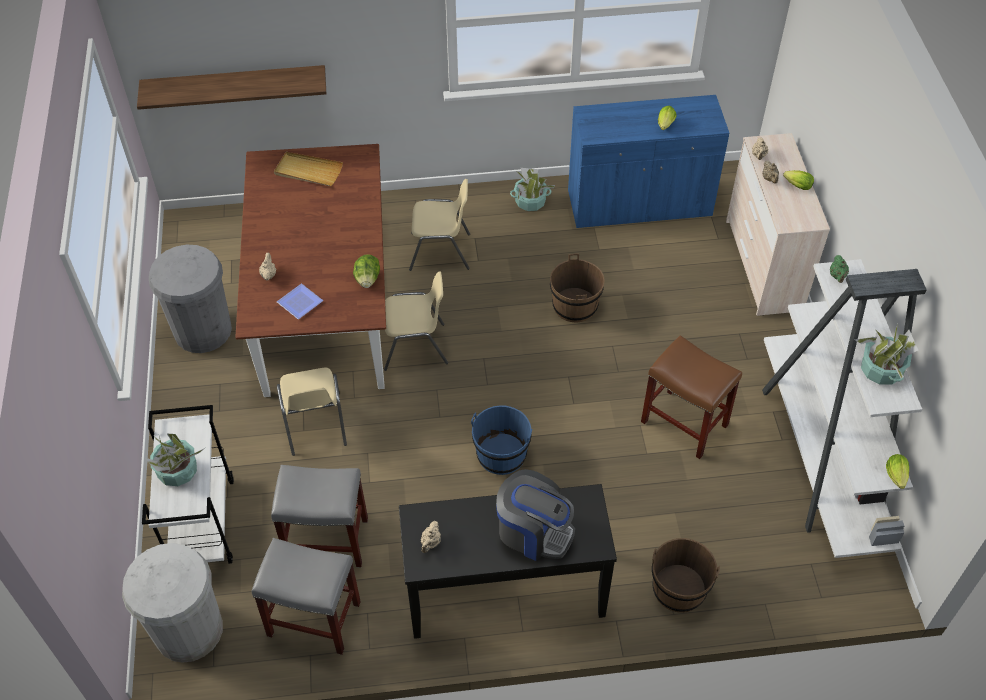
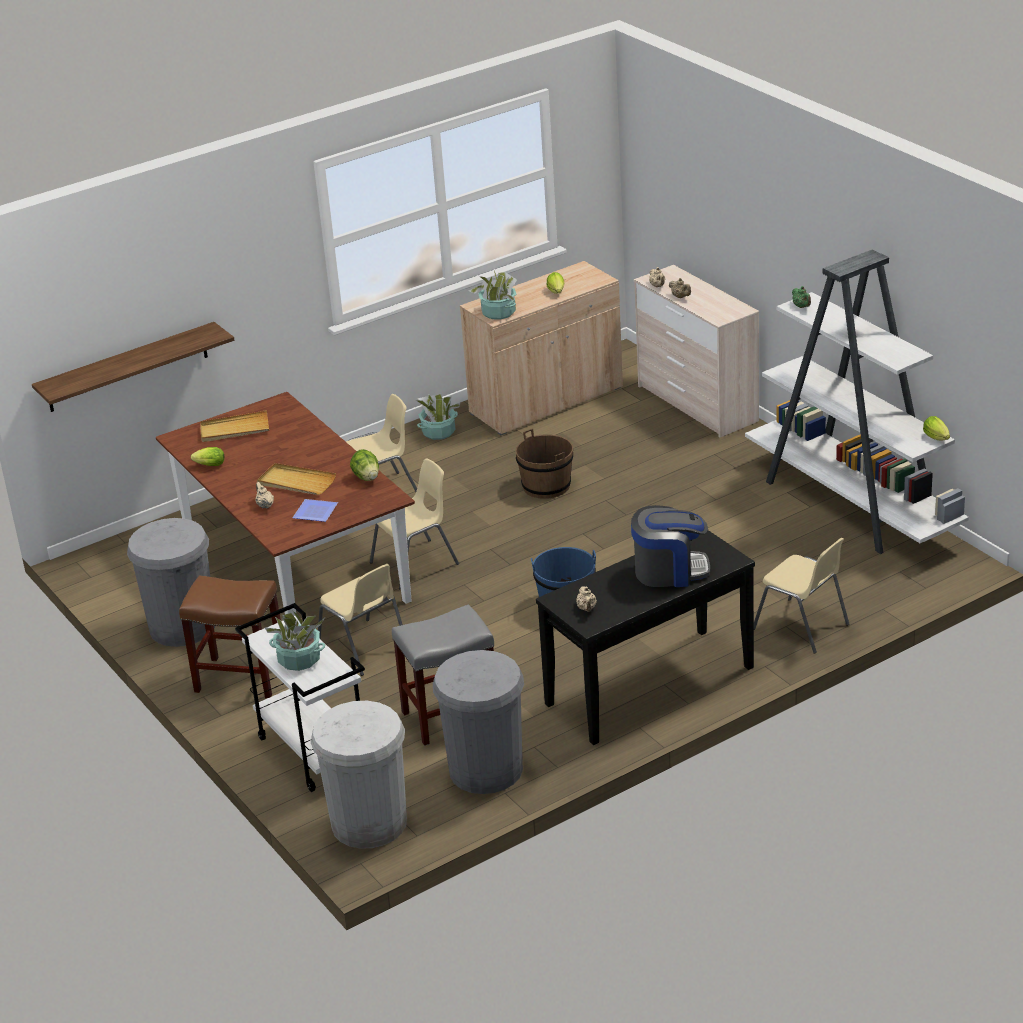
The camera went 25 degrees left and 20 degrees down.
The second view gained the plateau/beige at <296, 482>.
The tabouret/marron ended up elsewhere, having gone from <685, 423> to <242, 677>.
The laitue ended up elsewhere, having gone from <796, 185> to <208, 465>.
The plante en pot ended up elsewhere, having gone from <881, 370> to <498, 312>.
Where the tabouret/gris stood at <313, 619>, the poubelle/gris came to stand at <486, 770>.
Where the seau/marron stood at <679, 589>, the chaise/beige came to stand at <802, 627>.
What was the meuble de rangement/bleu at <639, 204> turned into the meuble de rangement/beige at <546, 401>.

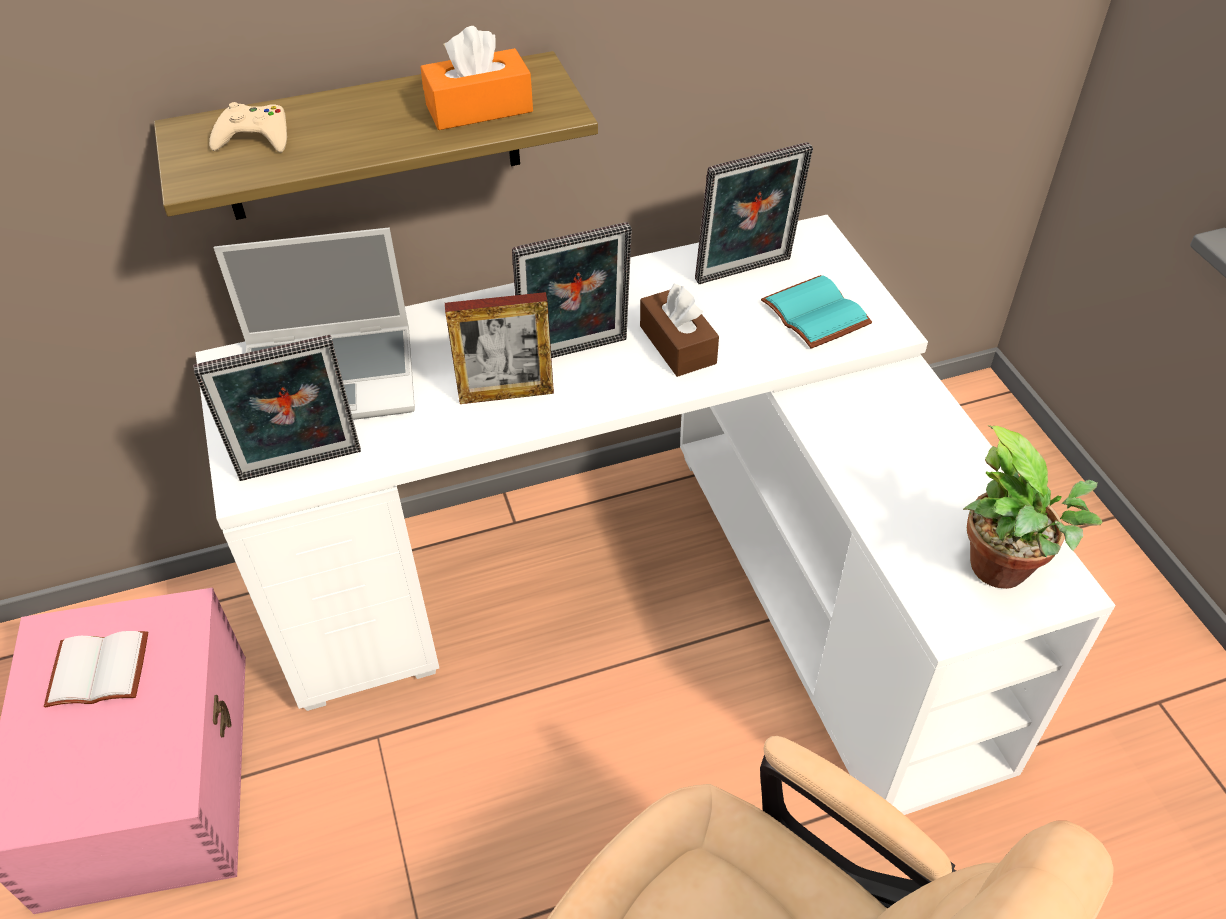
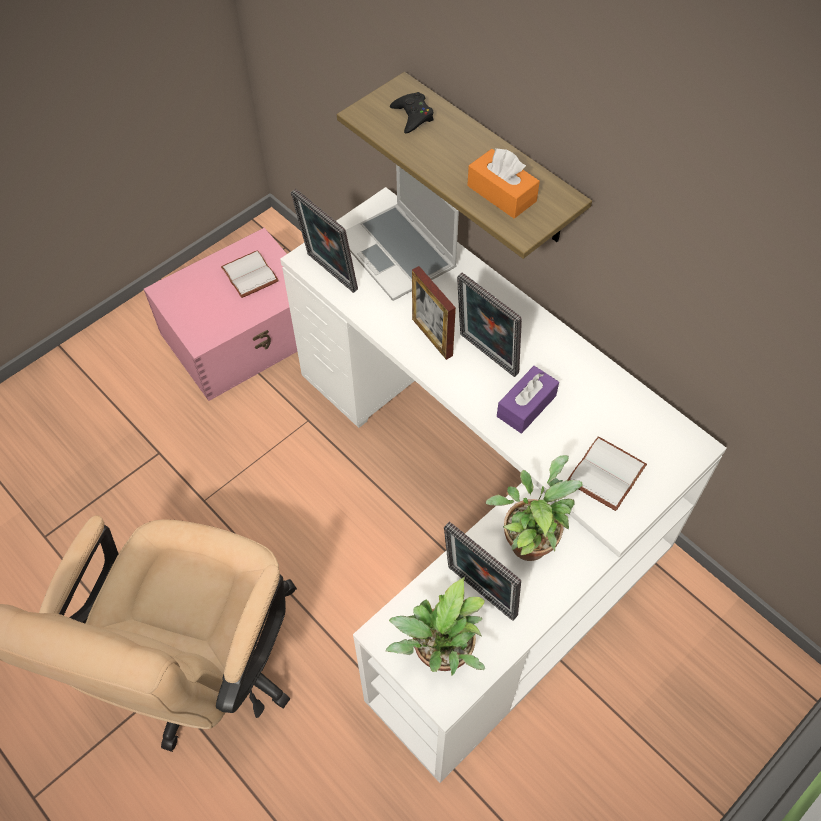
The camera went 65 degrees right and 10 degrees up.
The second view gained the plante en pot at <529, 539>.
The cadre photo ended up elsewhere, having gone from <746, 273> to <478, 595>.
What was the manette/beige at <255, 137> turned into the manette/noir at <412, 116>.
What was the boîte à mouchoirs/marron at <677, 345> turned into the boîte à mouchoirs/violet at <526, 406>.
What was the livre/turquoise at <818, 313> turned into the livre/blanc at <607, 476>.

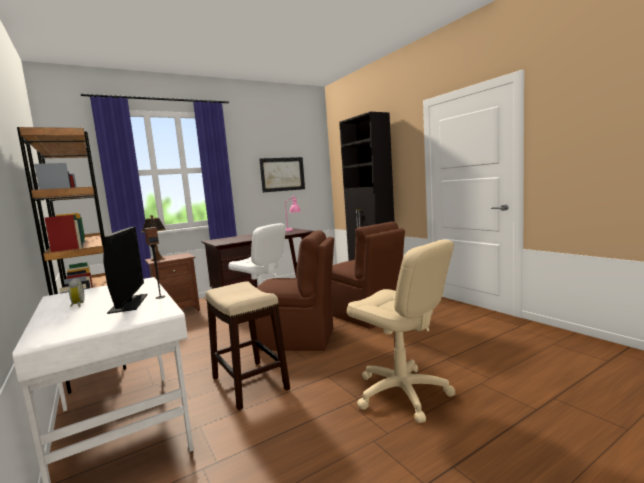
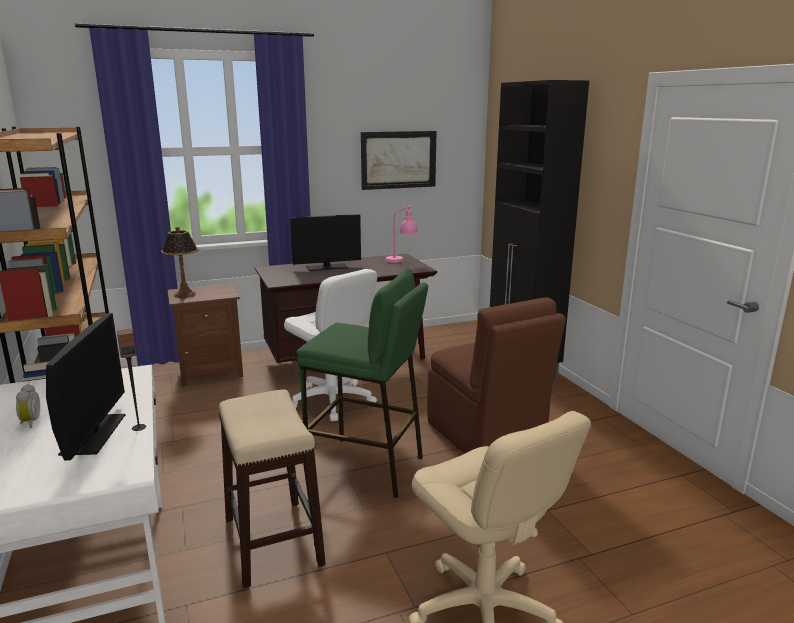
The camera went 10 degrees right and 10 degrees up.
The second view gained the écran d'ordinateur at <327, 267>.
Where the chaise/marron stood at <297, 339>, the tabouret/vert came to stand at <366, 467>.

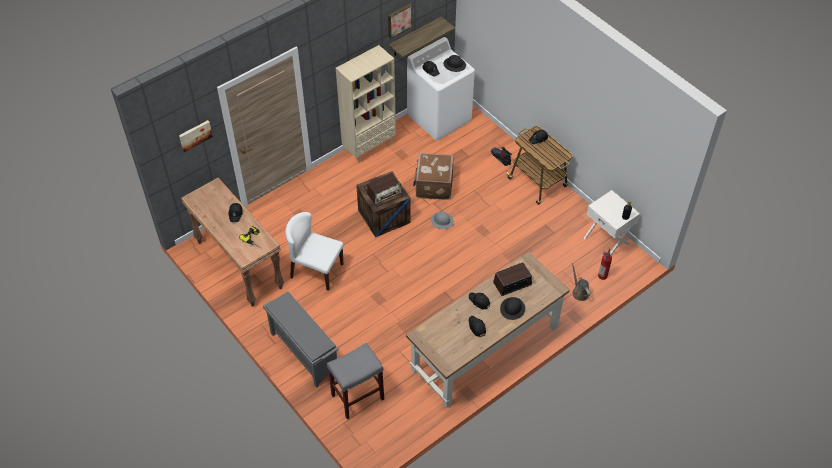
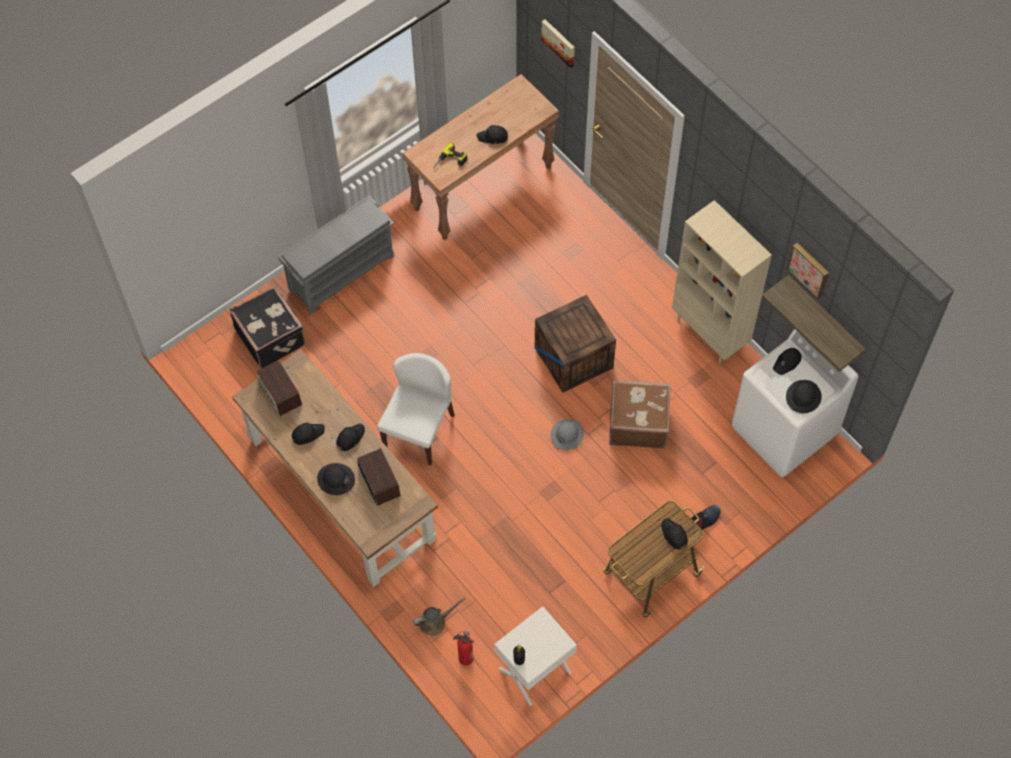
The camera went 90 degrees right and 10 degrees up.
The chaise/blanc ended up elsewhere, having gone from <316, 270> to <418, 430>.
The radio ended up elsewhere, having gone from <384, 193> to <280, 393>.
Where the tabouret/gris stood at <357, 398>, the valise/noir came to stand at <271, 336>.

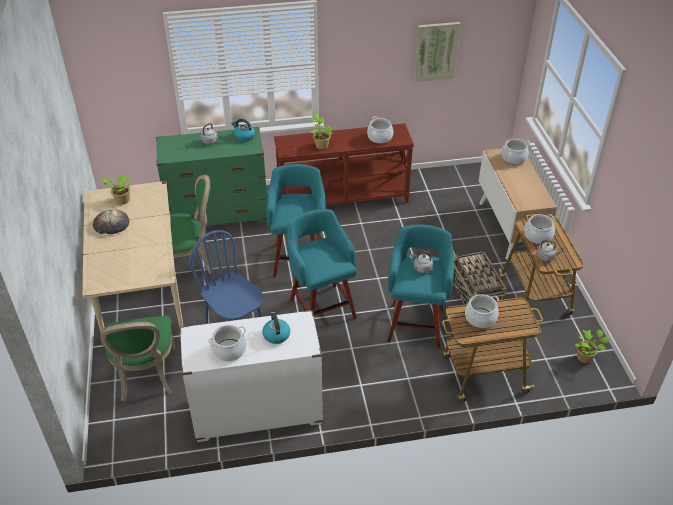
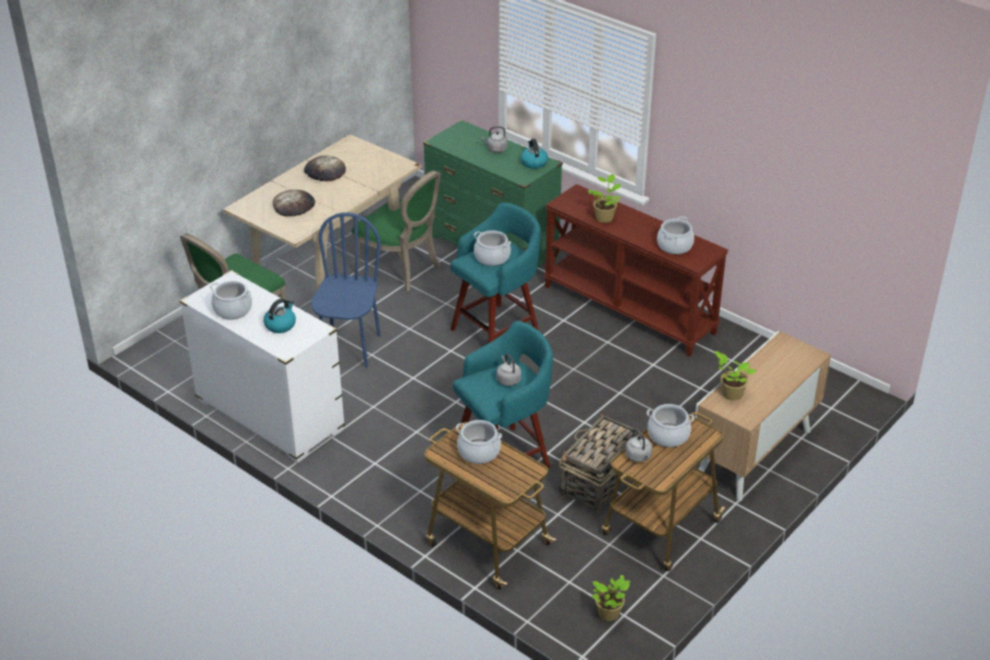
The camera went 50 degrees right and 5 degrees down.
The second view lost the tabouret/turquoise at <322, 307>.
The second view lost the tableau at <436, 51>.
The second view gained the pain at <294, 205>.
The plante en pot ended up elsewhere, having gone from <121, 201> to <730, 394>.
The marmite ended up elsewhere, having gone from <514, 158> to <492, 258>.

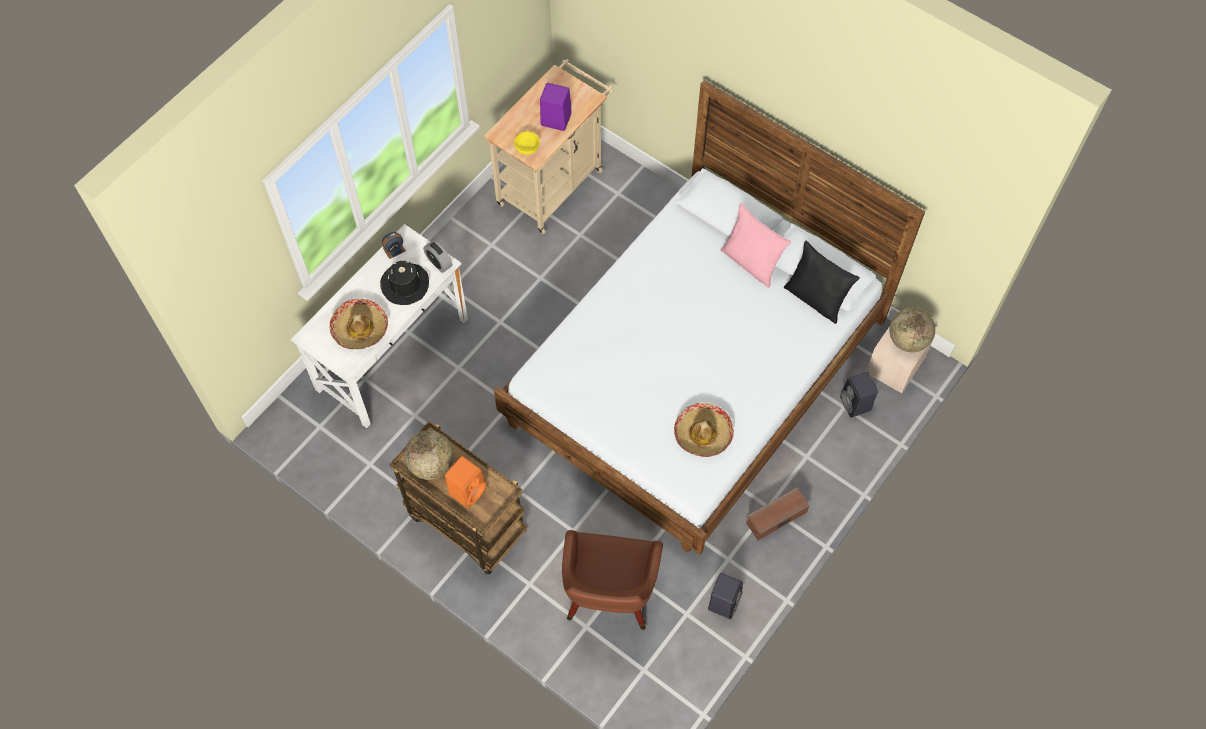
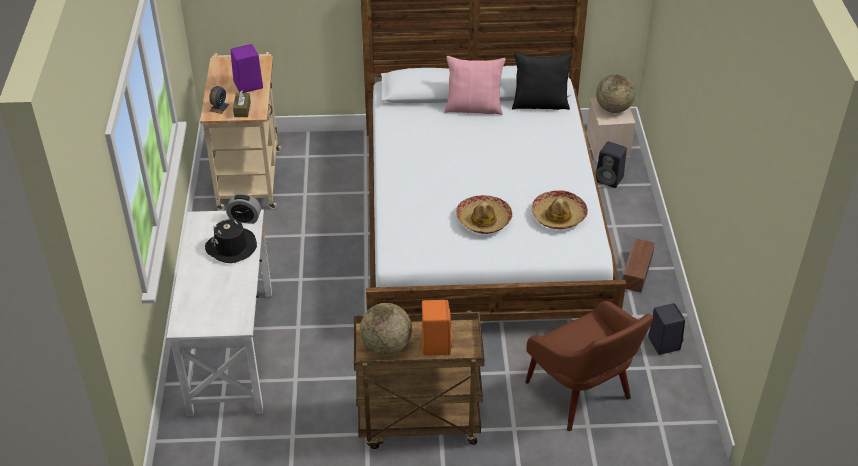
The camera went 40 degrees left and 20 degrees down.
The chapeau ended up elsewhere, having gone from <360, 328> to <484, 220>.
The réveil ended up elsewhere, having gone from <394, 249> to <219, 107>.
Where the bol/jaune stood at <527, 145>, the boîte à mouchoirs/marron came to stand at <242, 109>.

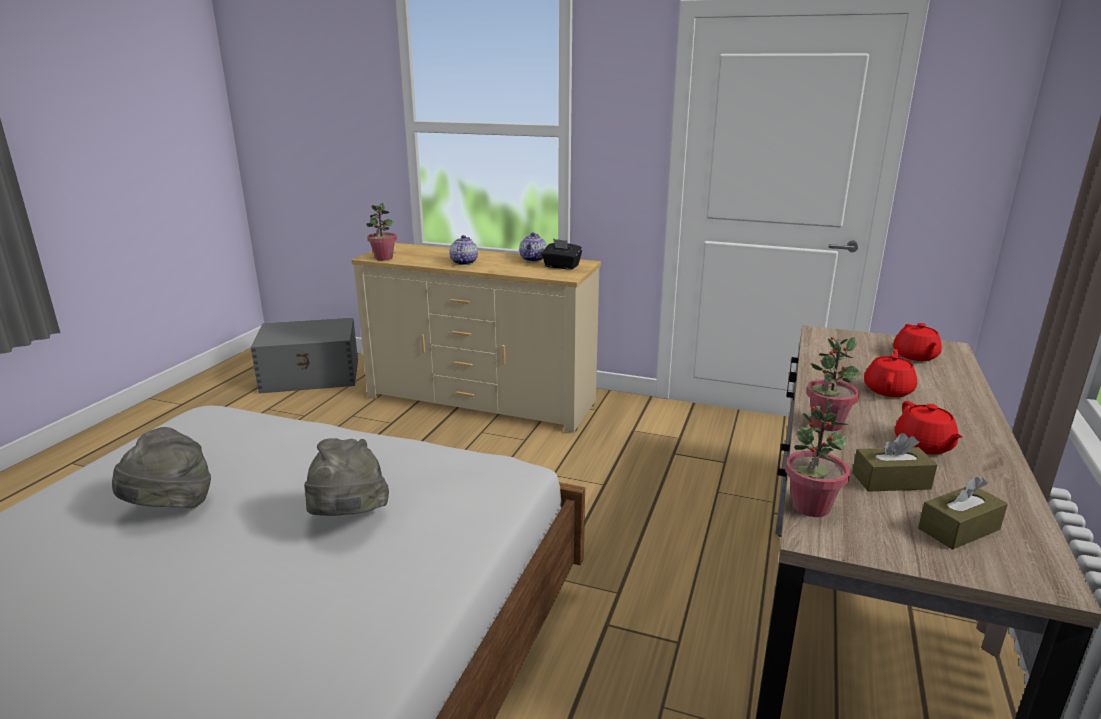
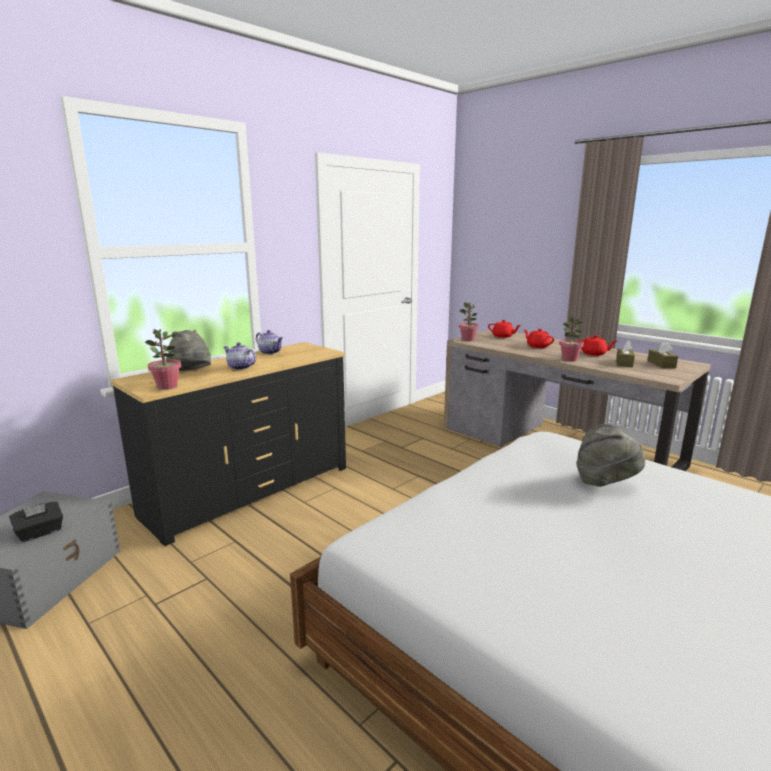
The camera went 65 degrees left and 5 degrees down.
The chapeau/gris ended up elsewhere, having gone from <170, 508> to <191, 374>.
The boîte à mouchoirs/noir ended up elsewhere, having gone from <561, 266> to <40, 532>.
The plante en pot ended up elsewhere, having gone from <810, 507> to <468, 340>.
What was the commode/beige at <481, 400> turned into the commode/noir at <249, 491>.

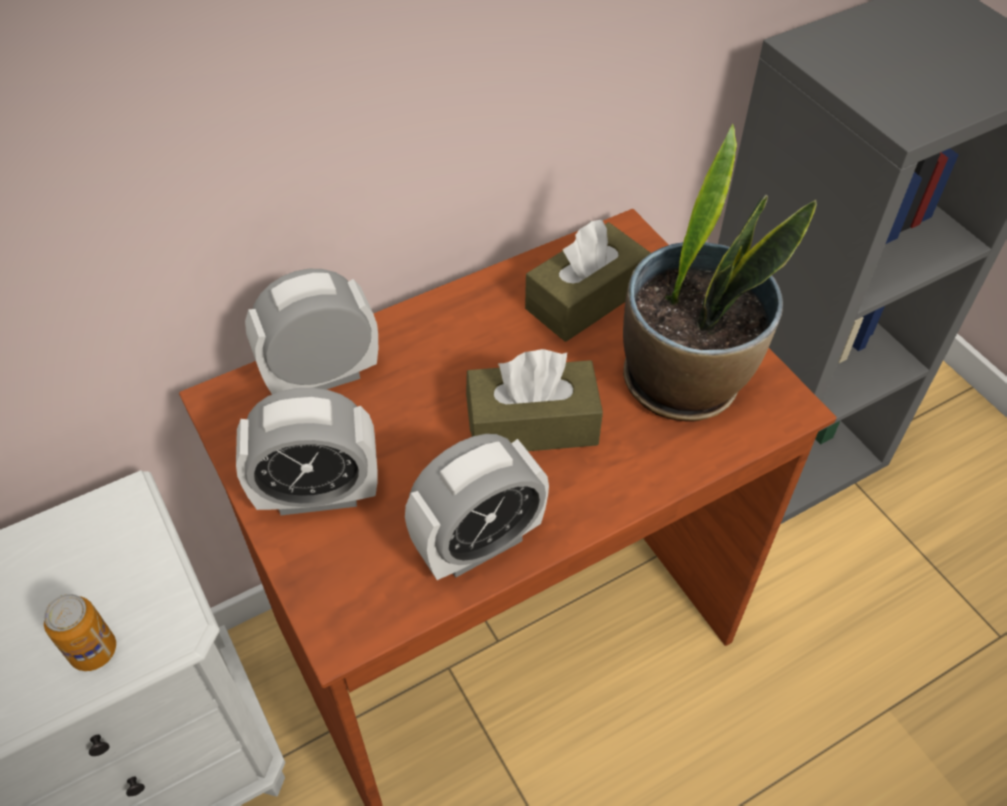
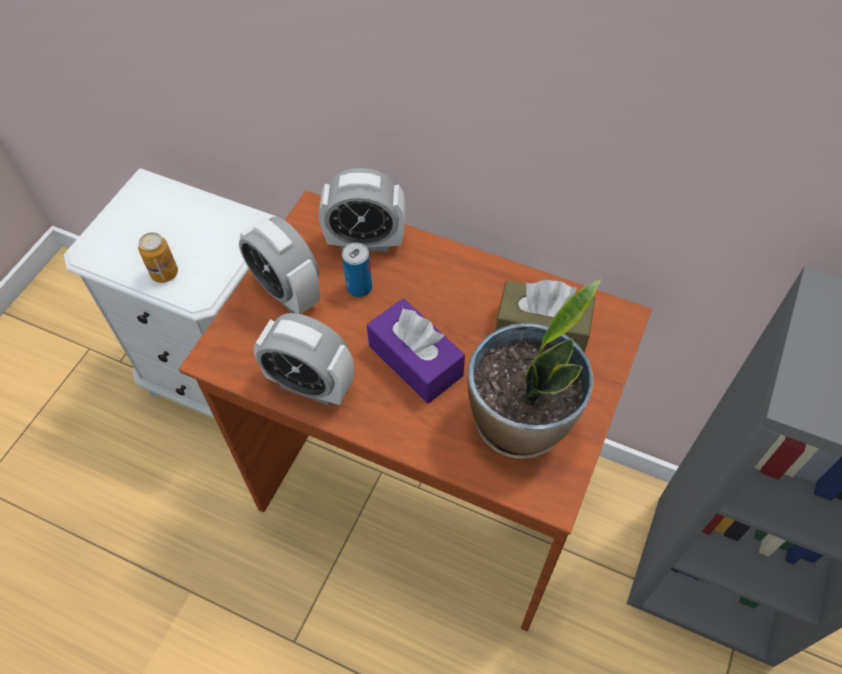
The camera went 55 degrees right and 5 degrees up.
The second view gained the boîte métallique at <359, 287>.
What was the boîte à mouchoirs/marron at <532, 424> turned into the boîte à mouchoirs/violet at <415, 360>.
The réveil at <322, 377> ended up facing another way, 150 degrees clockwise from before.

